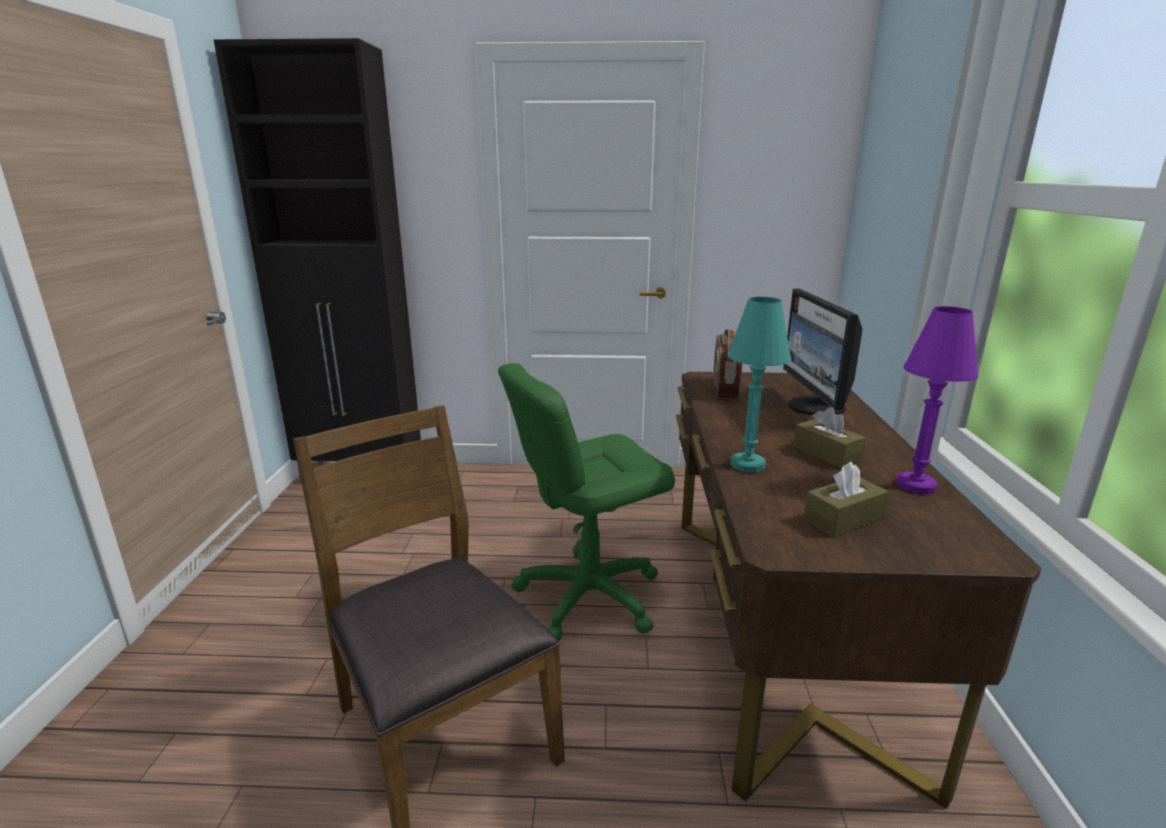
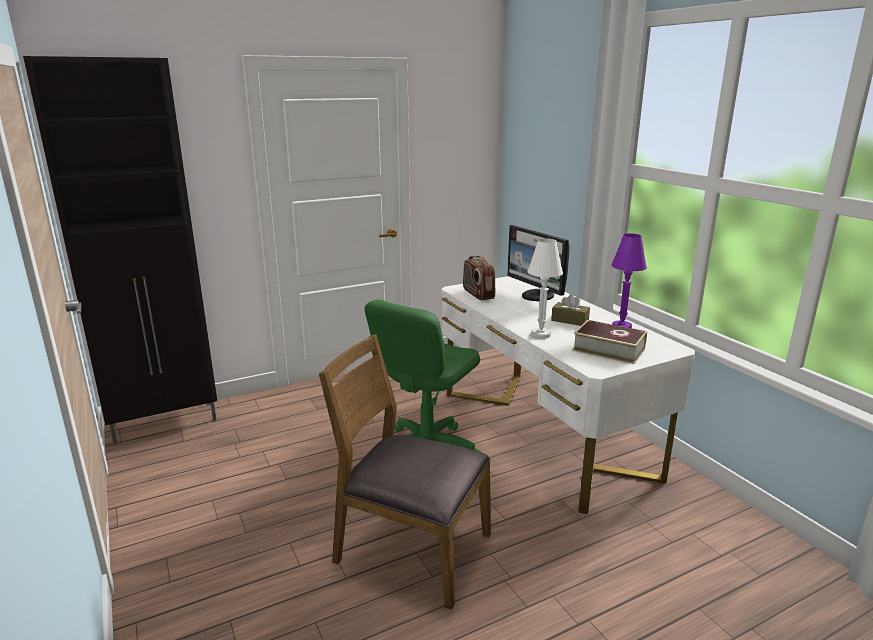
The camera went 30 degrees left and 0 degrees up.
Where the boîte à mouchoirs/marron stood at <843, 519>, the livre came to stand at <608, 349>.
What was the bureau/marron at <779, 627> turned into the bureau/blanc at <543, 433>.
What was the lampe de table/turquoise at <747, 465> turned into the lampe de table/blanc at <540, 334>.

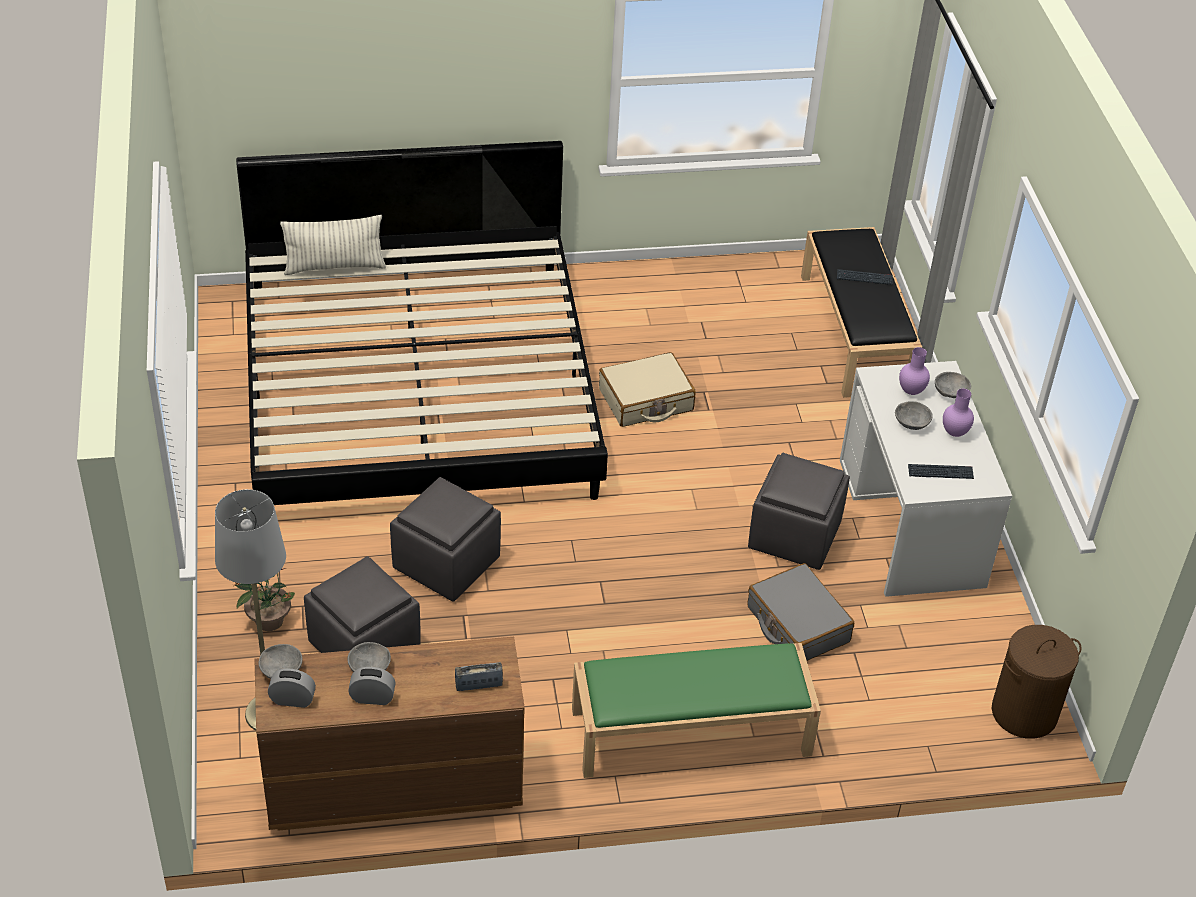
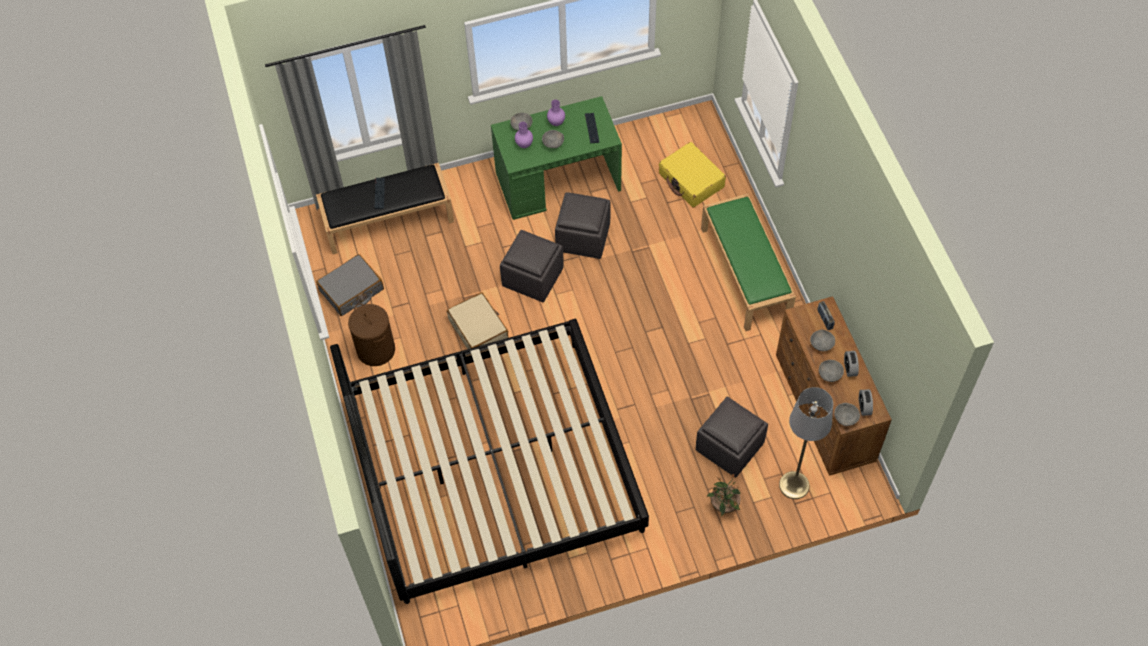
The camera went 95 degrees left and 15 degrees up.
The second view lost the coussin at <335, 266>.
The second view gained the valise/jaune at <691, 181>.
The second view gained the bol/gris at <822, 344>.
The pouf/gris ended up elsewhere, having gone from <446, 564> to <533, 277>.
The valise/gris ended up elsewhere, having gone from <797, 624> to <351, 290>.
The panier à linge/marron ended up elsewhere, having gone from <1023, 713> to <376, 350>.
What was the bureau/blanc at <911, 522> turned into the bureau/vert at <558, 181>.

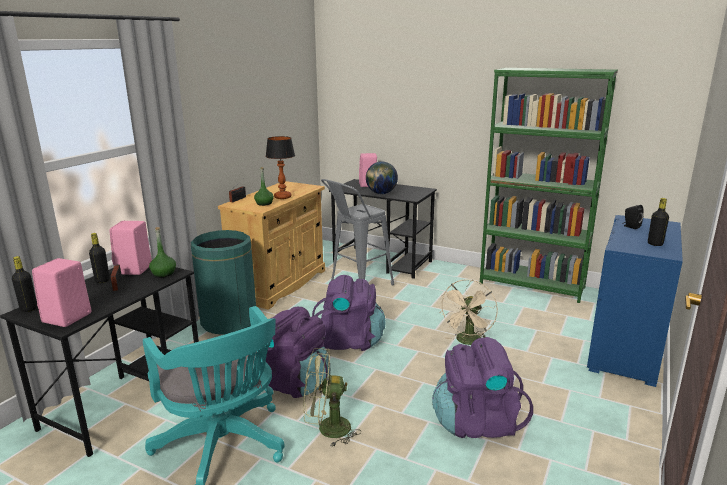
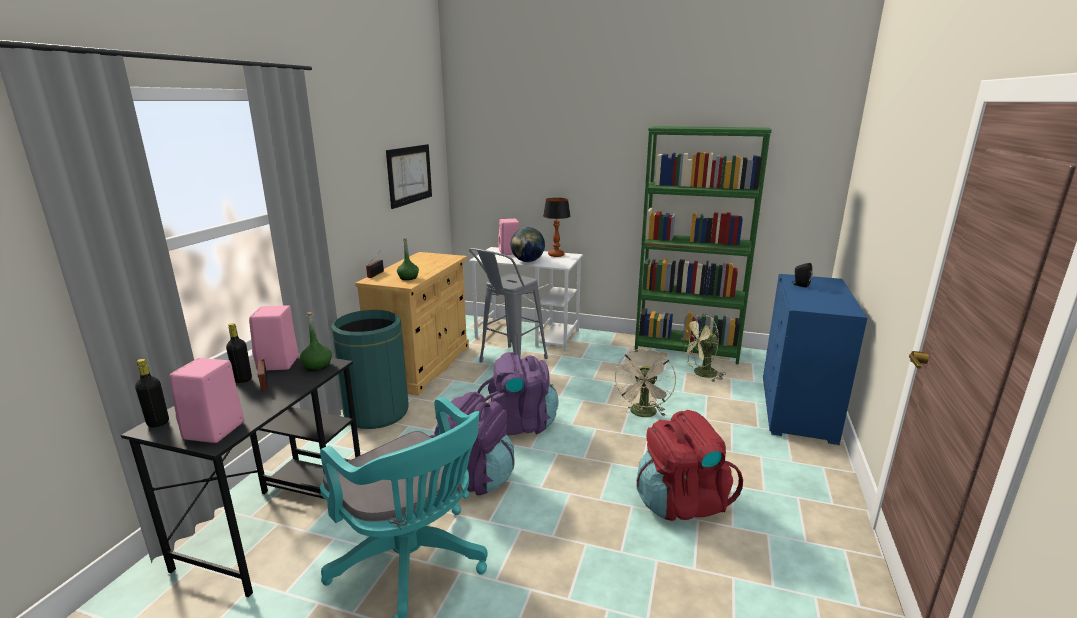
The camera went 10 degrees left and 0 degrees up.
The second view lost the bouteille/noir at <655, 244>.
The second view gained the tableau at <410, 175>.
The lampe de table ended up elsewhere, having gone from <282, 197> to <555, 255>.
The ventilateur/vert ended up elsewhere, having gone from <327, 429> to <701, 374>.
What was the bureau/noir at <383, 262> turned into the bureau/blanc at <528, 334>.
What was the sac à dos/violet at <476, 423> turned into the sac à dos/rouge at <681, 502>.

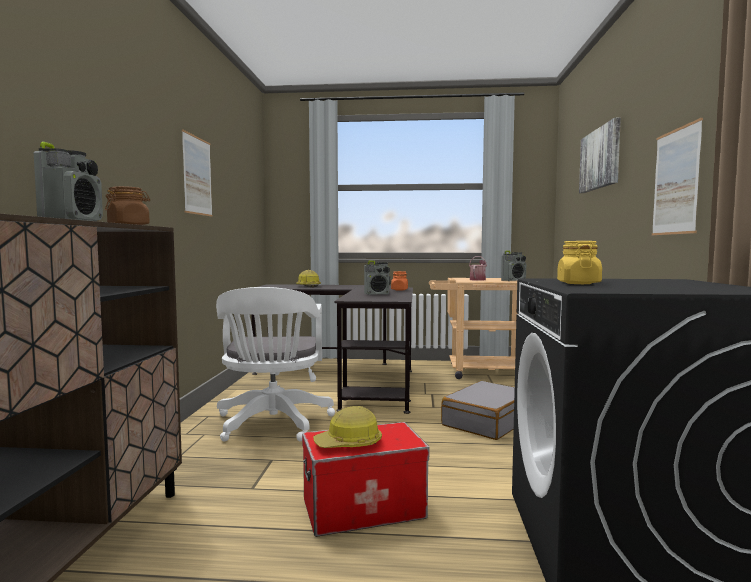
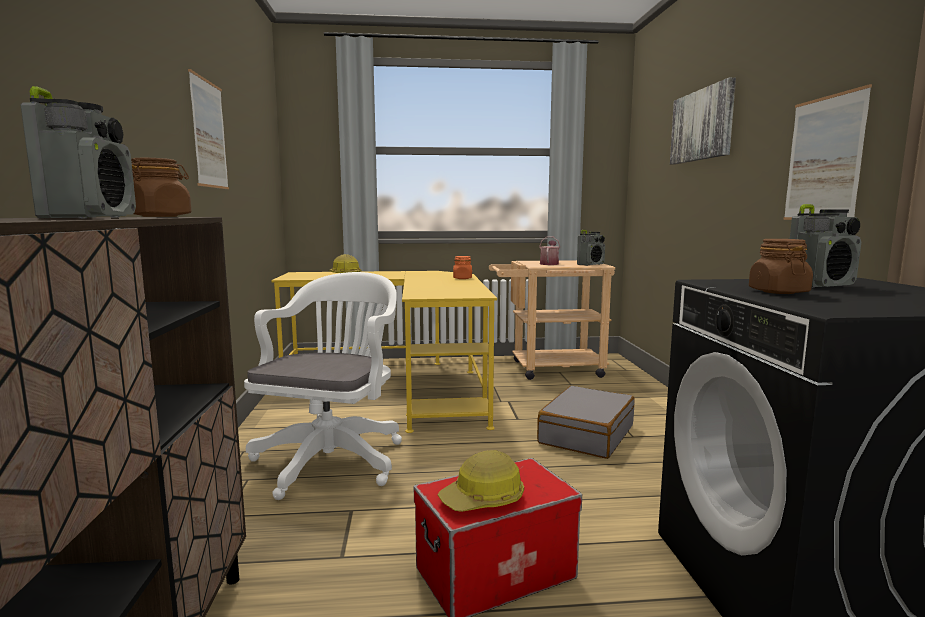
The camera went 10 degrees left and 5 degrees up.
The radio ended up elsewhere, having gone from <377, 294> to <820, 285>.
What was the bureau/noir at <347, 378> turned into the bureau/jaune at <401, 385>.
What was the bocal/jaune at <578, 283> turned into the bocal/marron at <778, 292>.
The chaise de bureau/blanc at <272, 425> ended up facing another way, 150 degrees counterclockwise from before.

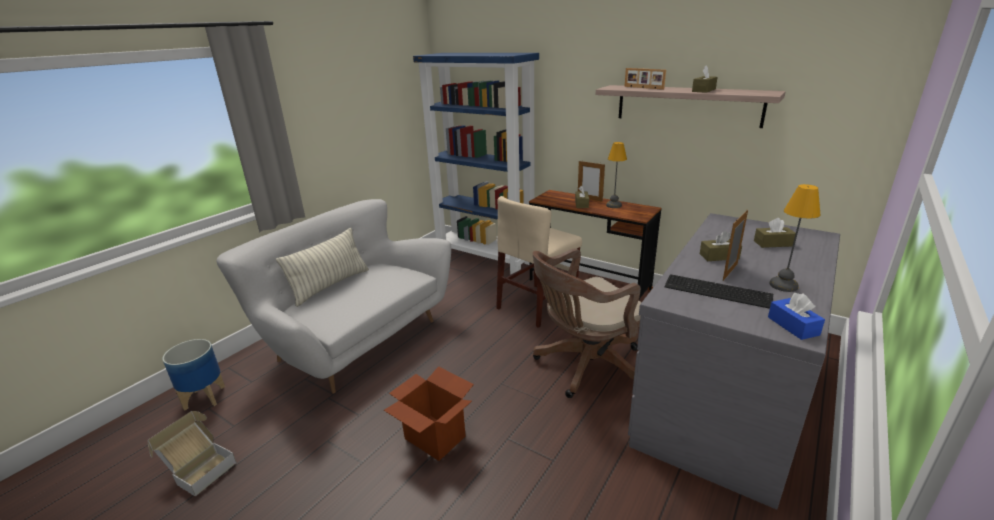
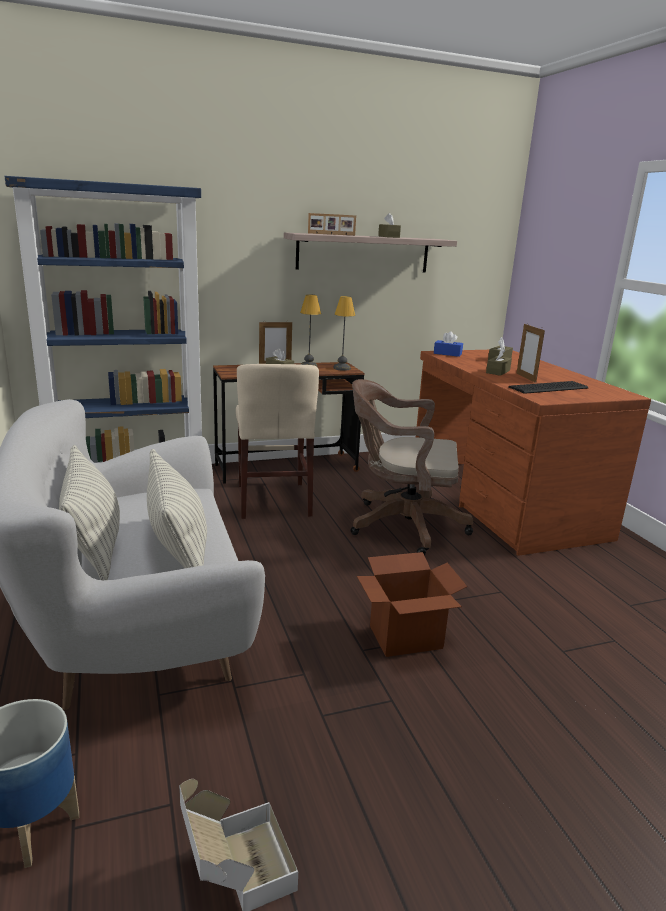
The camera went 55 degrees left and 5 degrees down.
The second view gained the coussin at <178, 549>.
The boîte à mouchoirs/bleu ended up elsewhere, having gone from <793, 326> to <447, 354>.
The lampe de table ended up elsewhere, having gone from <784, 285> to <342, 368>.
What was the bureau/gris at <724, 396> turned into the bureau/marron at <502, 500>.
The chaise de bureau/marron at <585, 366> ended up facing another way, 90 degrees clockwise from before.

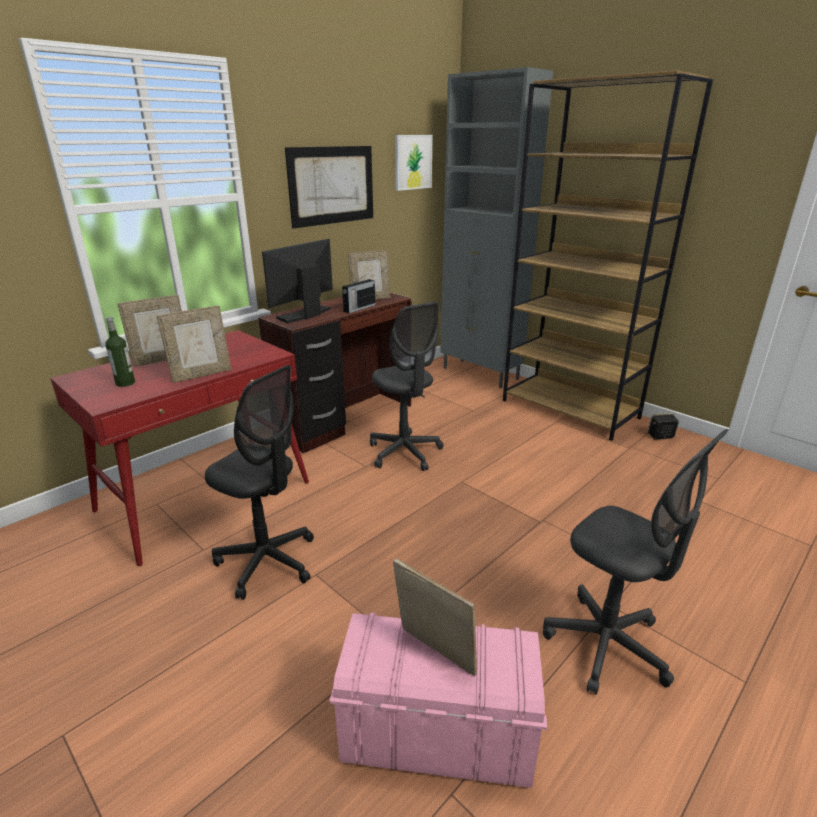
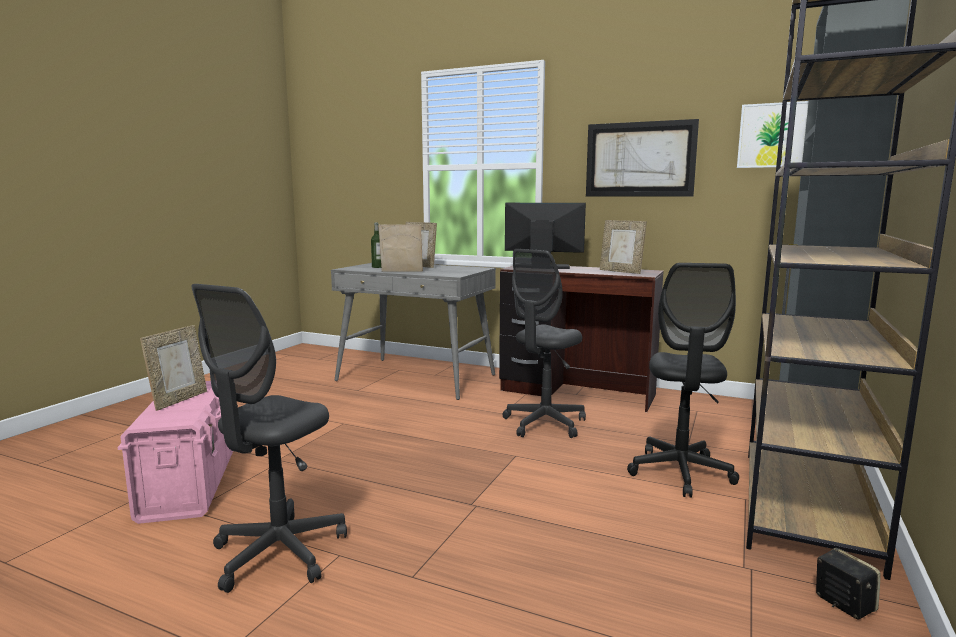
The camera went 70 degrees right and 15 degrees down.
The second view lost the radio at <359, 308>.
The chaise de bureau/noir ended up elsewhere, having gone from <267, 562> to <680, 473>.
What was the bureau/rouge at <205, 495> turned into the bureau/gris at <417, 378>.
The cadre photo at <201, 375> ended up facing another way, 150 degrees clockwise from before.

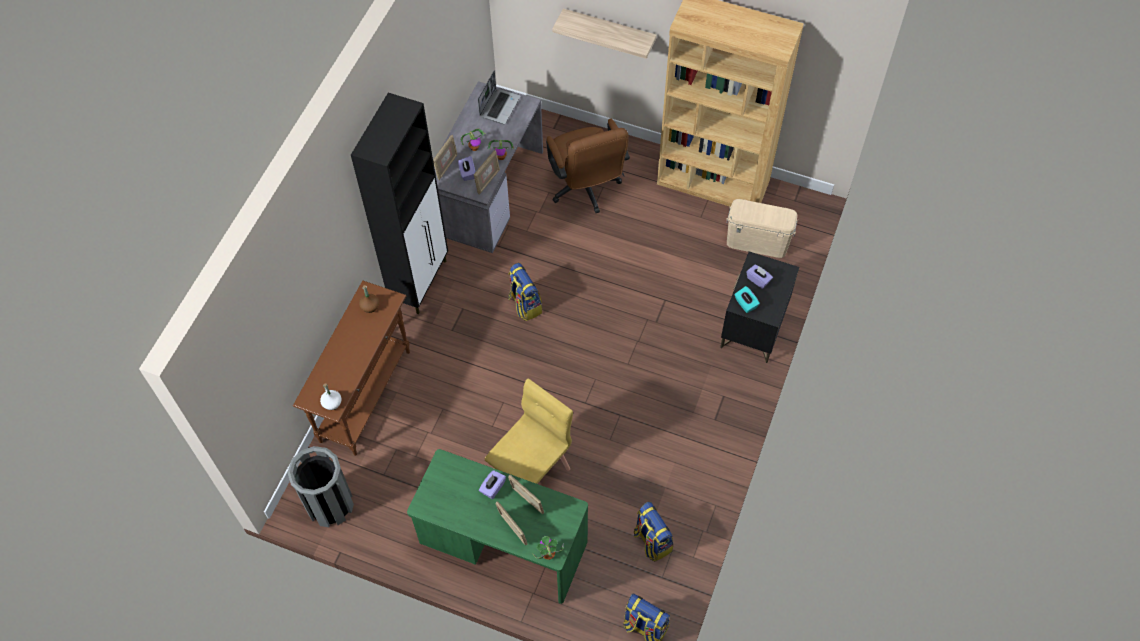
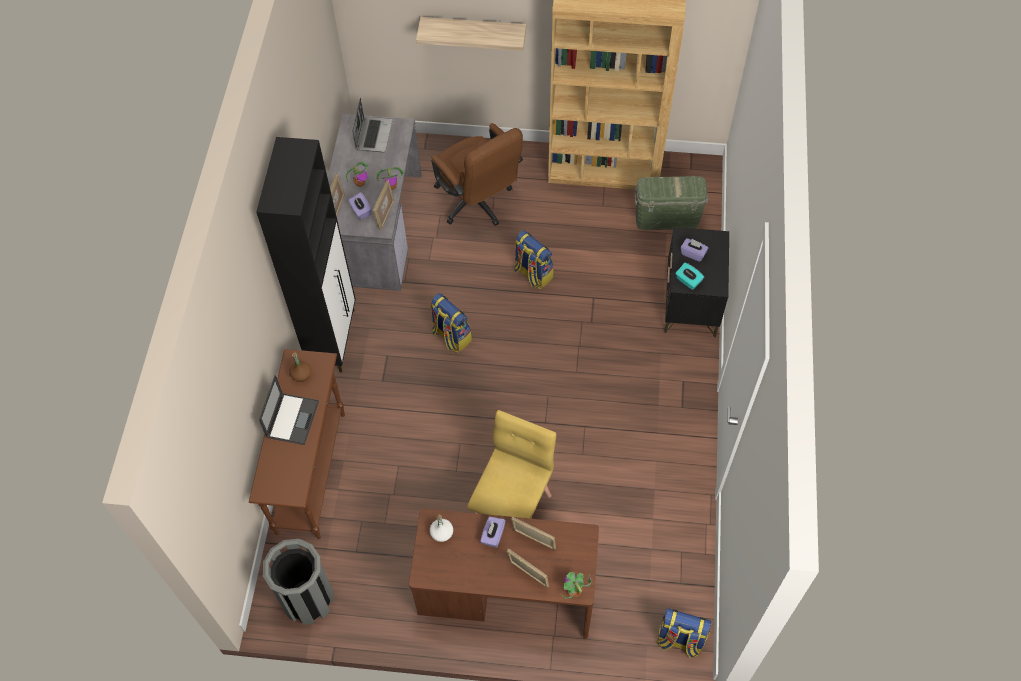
The camera went 15 degrees left and 0 degrees up.
The second view gained the ordinateur portable at <292, 418>.
The bouteille/blanc ended up elsewhere, having gone from <332, 403> to <442, 533>.
The sac à dos ended up elsewhere, having gone from <652, 541> to <532, 274>.
What was the bureau/vert at <503, 545> turned into the bureau/marron at <506, 593>.
What was the boîte de rangement/beige at <757, 242> turned into the boîte de rangement/vert at <667, 218>.

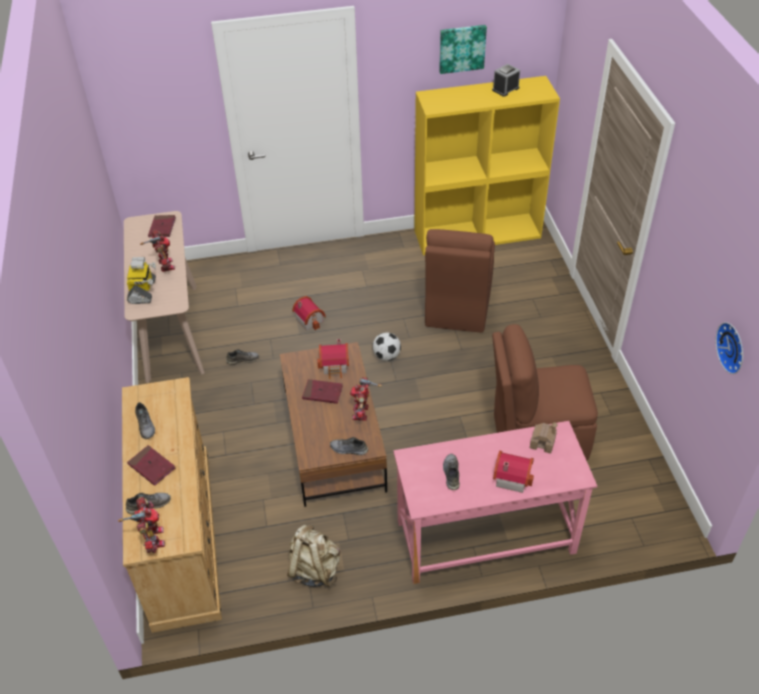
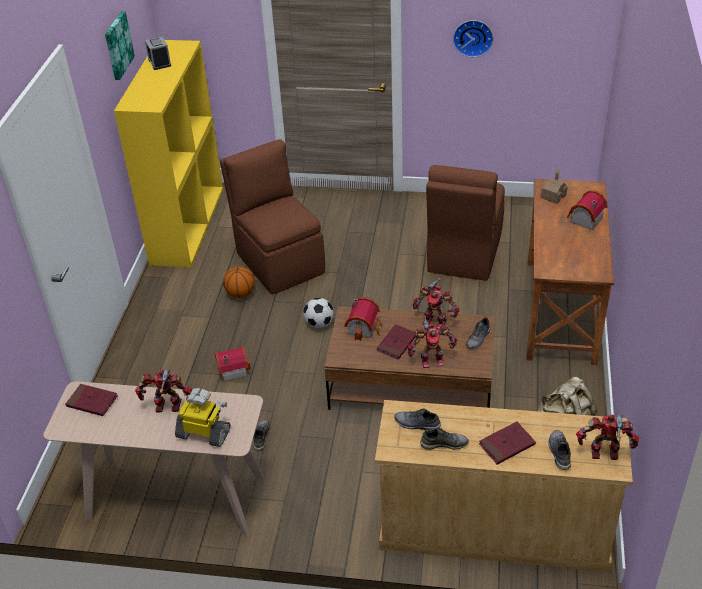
The camera went 70 degrees left and 5 degrees down.
The second view gained the ballon de basket at <240, 294>.
The second view gained the robot jouet at <431, 359>.
The chaussure/gris ended up elsewhere, having gone from <451, 474> to <417, 424>.
The horloge murale ended up elsewhere, having gone from <733, 347> to <473, 37>.
What was the bureau/rose at <485, 537> turned into the bureau/marron at <561, 310>.
The chaise/marron at <457, 306> ended up facing another way, 150 degrees counterclockwise from before.

